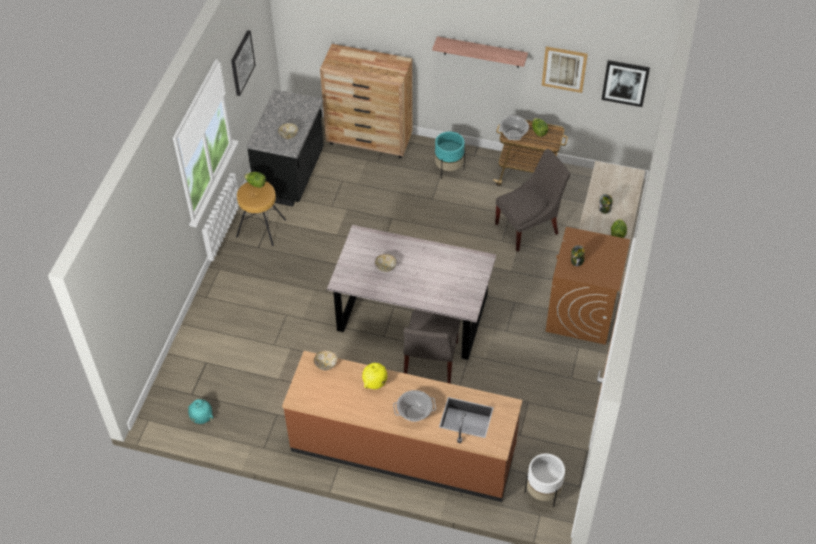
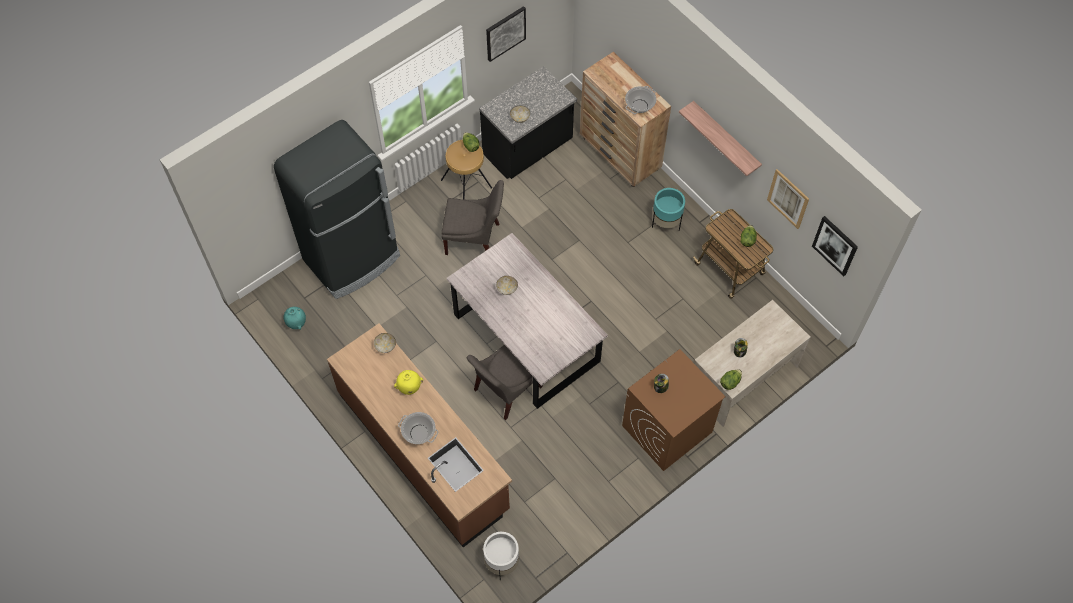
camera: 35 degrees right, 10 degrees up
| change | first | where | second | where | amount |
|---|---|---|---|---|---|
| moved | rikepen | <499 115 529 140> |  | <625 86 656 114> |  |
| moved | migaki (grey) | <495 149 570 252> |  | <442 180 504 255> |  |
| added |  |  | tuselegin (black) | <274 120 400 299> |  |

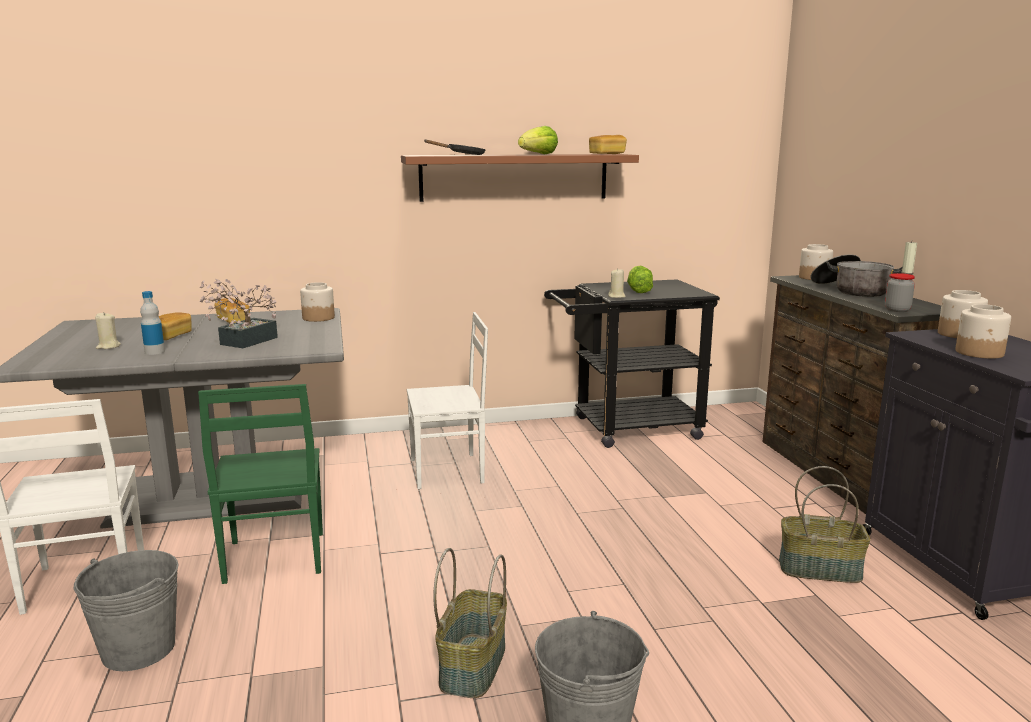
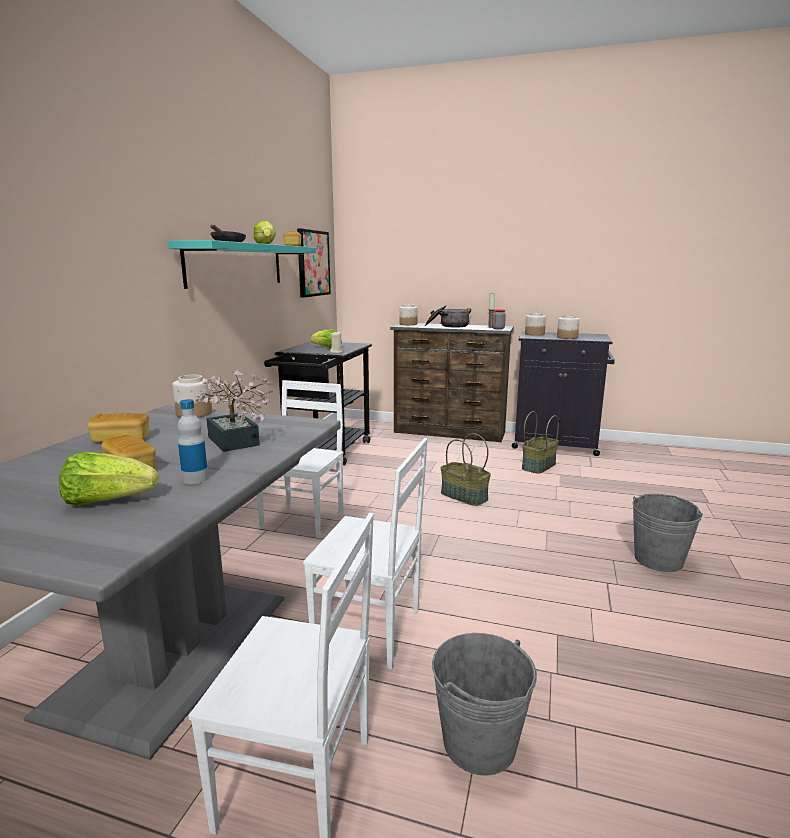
camera: 60 degrees left, 0 degrees up
| change | first | where | second | where | amount |
|---|---|---|---|---|---|
| recoloured | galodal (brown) | <401 154 639 202> | galodal (turquoise) | <168 240 316 289> |  |
| replaced | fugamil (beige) | <95 312 121 349> | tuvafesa | <59 452 158 505> |  |
| recoloured | migaki (green) | <198 384 323 584> | migaki (white) | <303 438 428 669> |  |
| moved | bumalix | <433 548 507 698> |  | <441 433 491 506> |  |
| added |  |  | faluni | <297 229 331 298> |  |

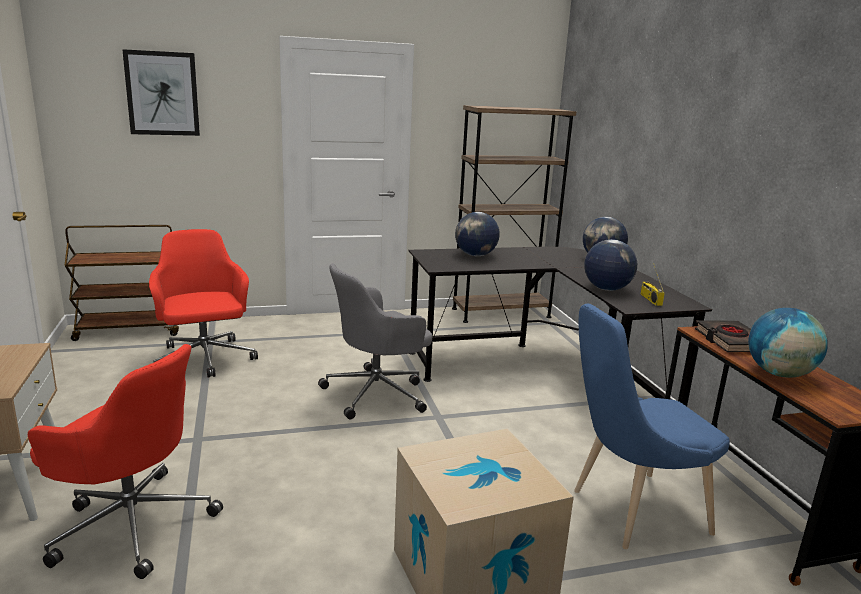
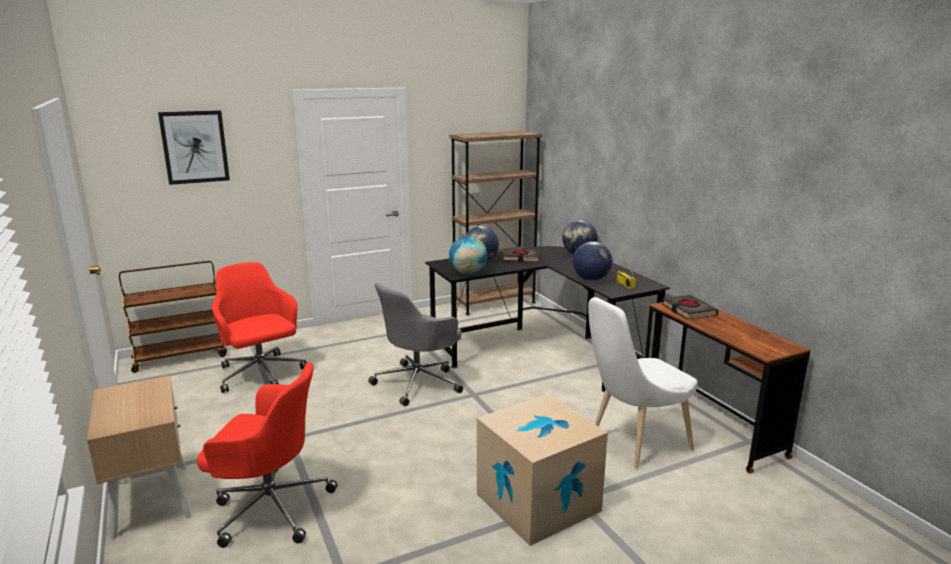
camera: 10 degrees left, 0 degrees up
| change | first | where | second | where | amount |
|---|---|---|---|---|---|
| recoloured | migaki (blue) | <574 304 730 549> | migaki (white) | <588 297 698 468> |  |
| moved | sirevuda | <748 308 828 378> |  | <449 236 487 274> |  |
| added |  |  | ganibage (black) | <503 248 539 262> |  |

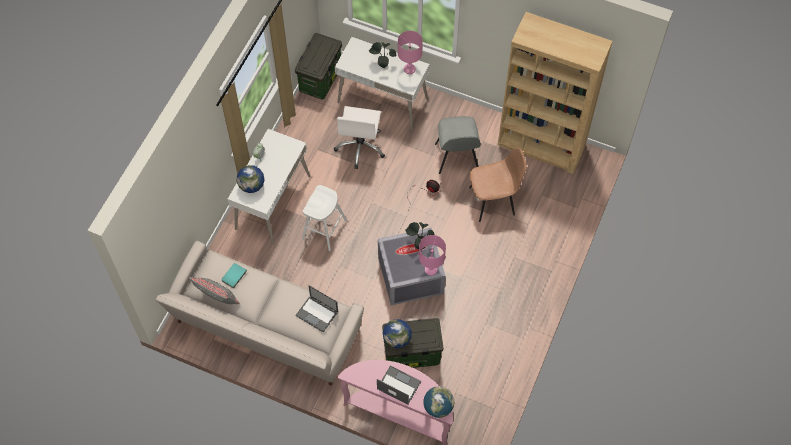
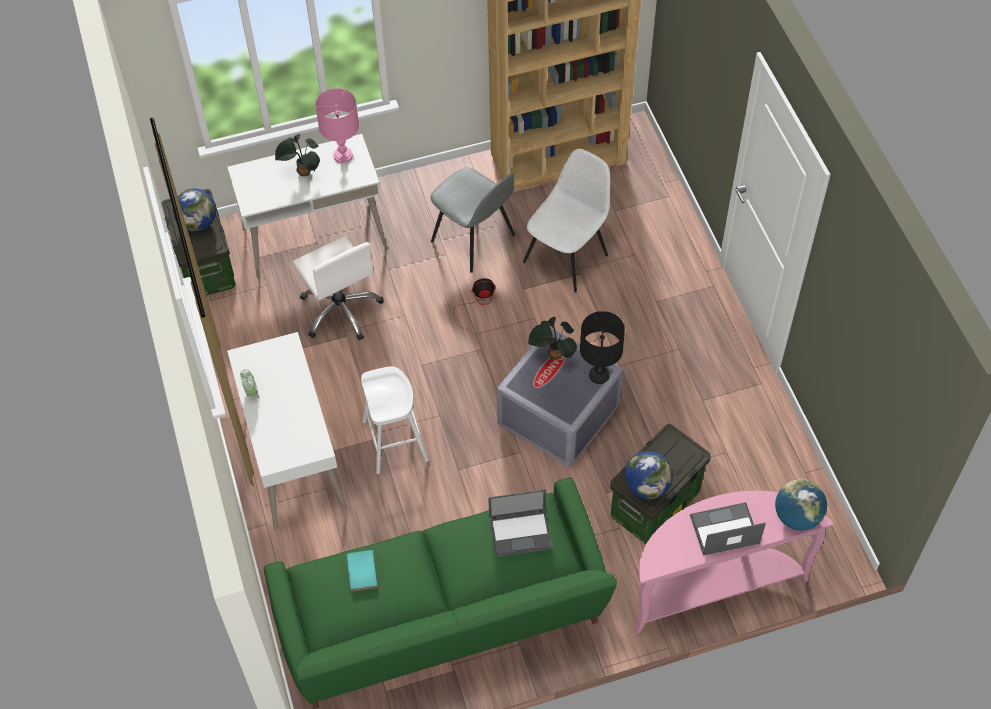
camera: 40 degrees left, 5 degrees down
| change | first | where | second | where | amount |
|---|---|---|---|---|---|
| recoloured | migaki (brown) | <469 147 526 222> | migaki (white) | <523 149 610 293> |  |
| moved | sirevuda | <237 165 264 193> |  | <173 188 216 231> |  |
| recoloured | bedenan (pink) | <419 235 446 276> | bedenan (black) | <580 311 625 384> |  |
| recoloured | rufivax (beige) | <156 241 364 386> | rufivax (green) | <264 477 617 709> |  |
| removed | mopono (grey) | <189 277 240 304> |  |  |  |

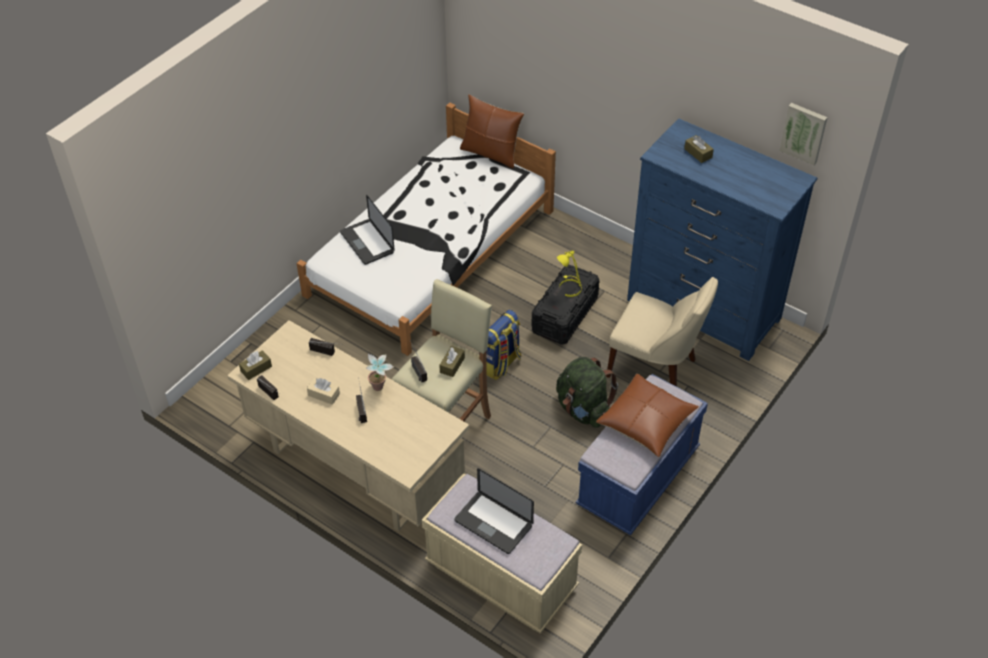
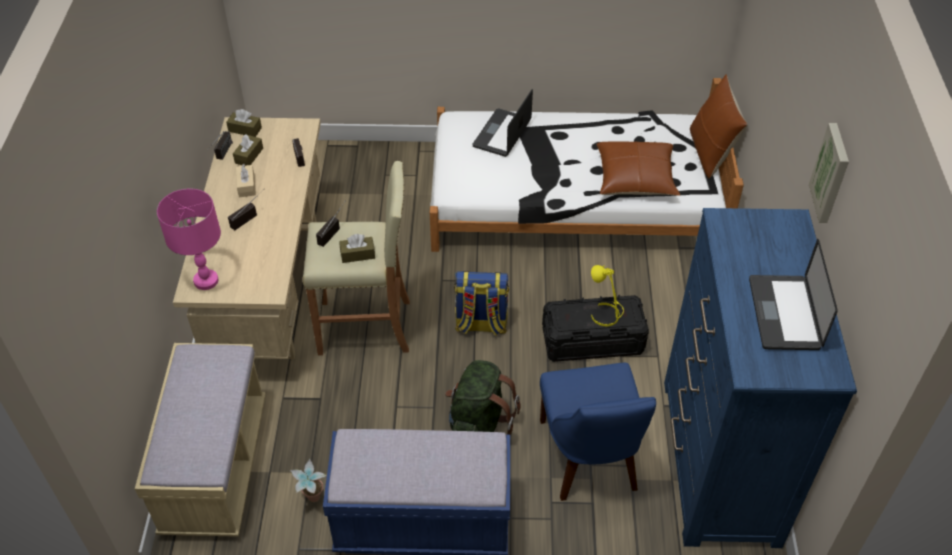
camera: 55 degrees right, 0 degrees up
| change | first | where | second | where | amount |
|---|---|---|---|---|---|
| moved | faluni | <779 103 828 165> |  | <809 123 849 223> |  |
| moved | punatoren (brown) | <684 135 714 163> |  | <233 134 263 166> |  |
| recoloured | migaki (beige) | <606 277 718 387> | migaki (blue) | <540 363 656 501> |  |
| moved | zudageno | <366 354 395 391> |  | <290 459 326 502> |  |
| moved | mopono (brown) | <596 374 699 457> |  | <597 141 680 196> |  |
| moved | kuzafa | <454 468 534 554> |  | <749 239 838 350> |  |
| added |  |  | bedenan (pink) | <157 189 221 290> |  |

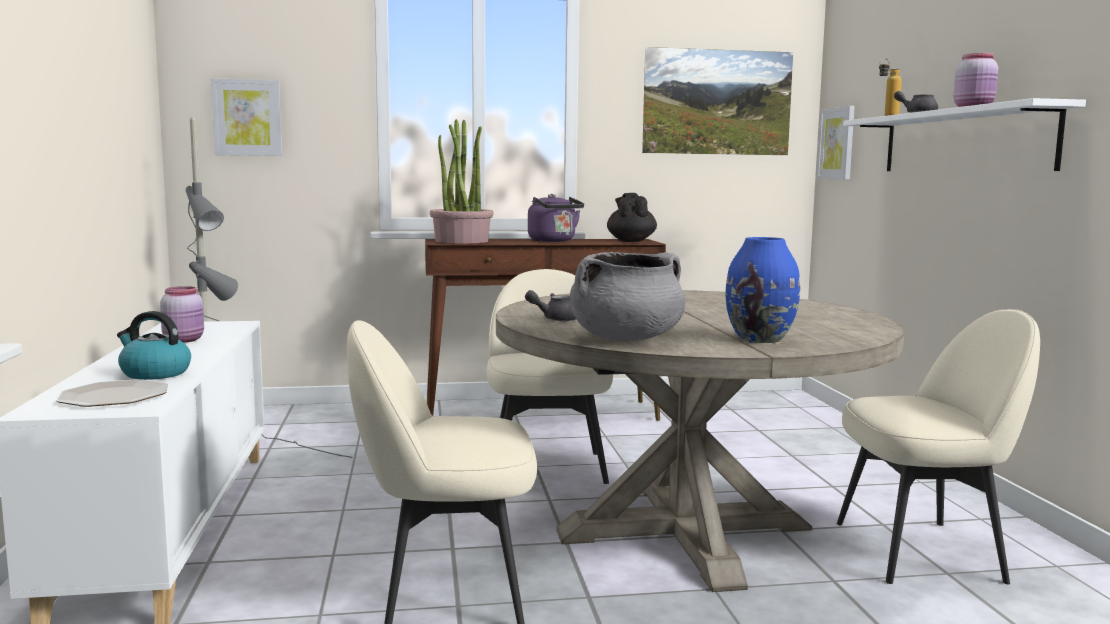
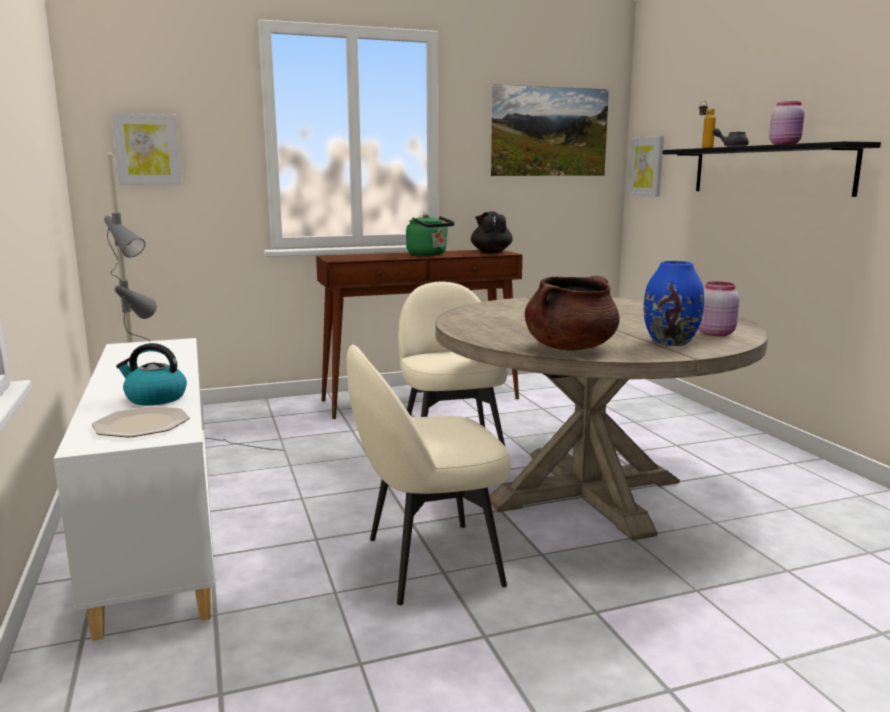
camera: 10 degrees left, 5 degrees up
| change | first | where | second | where | amount |
|---|---|---|---|---|---|
| recoloured | galodal (white) | <843 98 1086 171> | galodal (black) | <663 141 881 197> |  |
| removed | zudageno | <430 119 494 243> |  |  |  |
| recoloured | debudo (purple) | <528 194 584 242> | debudo (green) | <406 214 455 256> |  |
| recoloured | rikepen (grey) | <570 252 685 341> | rikepen (brown) | <525 276 620 351> |  |
| moved | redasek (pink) | <160 286 204 343> |  | <699 282 739 336> |  |
| removed | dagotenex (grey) | <525 290 576 321> |  |  |  |
| removed | migaki (beige) | <837 309 1040 584> |  |  |  |

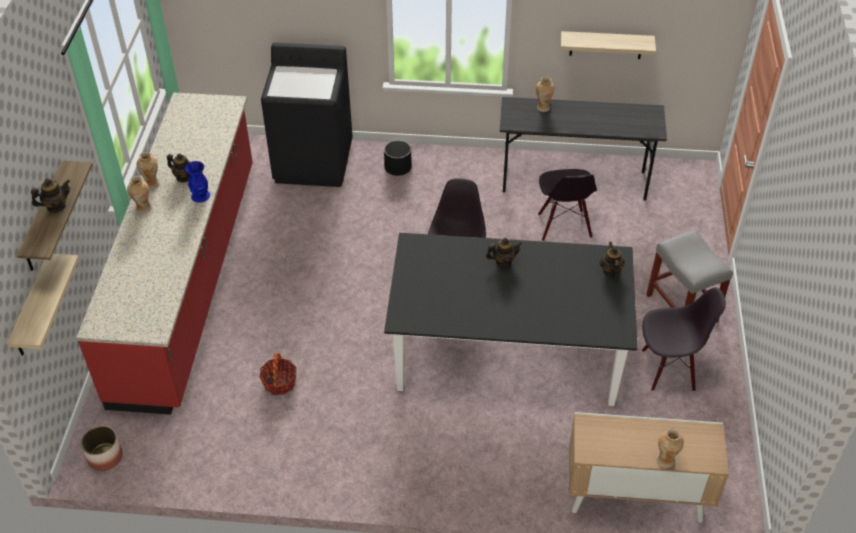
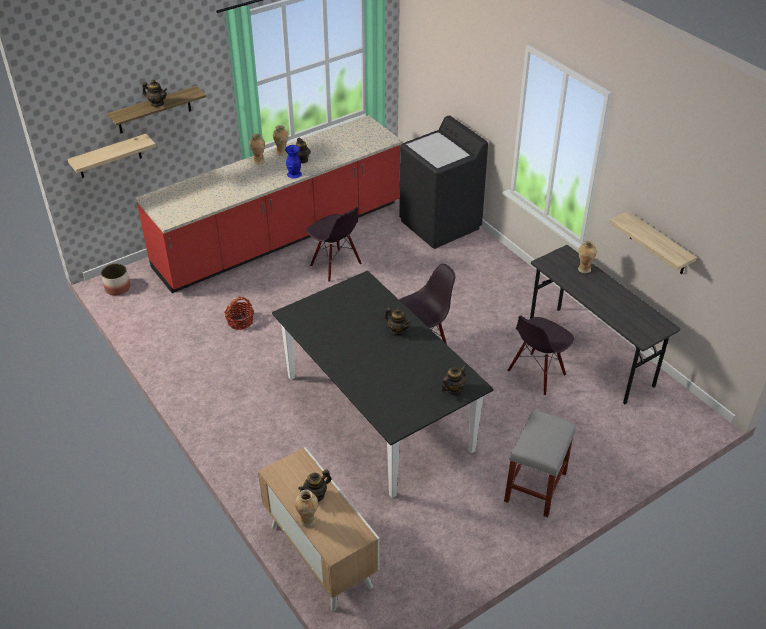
camera: 50 degrees right, 5 degrees down
| change | first | where | second | where | amount |
|---|---|---|---|---|---|
| removed | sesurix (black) | <384 140 412 176> |  |  |  |
| moved | migaki (black) | <642 287 726 392> |  | <306 207 362 282> |  |
| added |  |  | dagotenex | <298 469 332 502> |  |

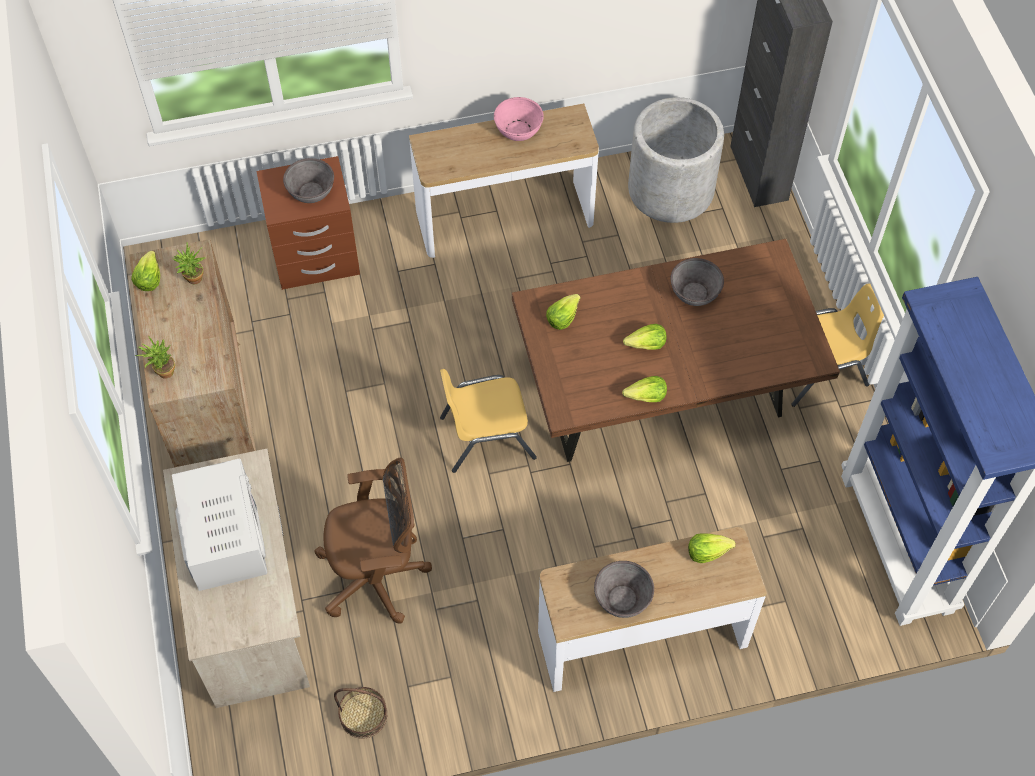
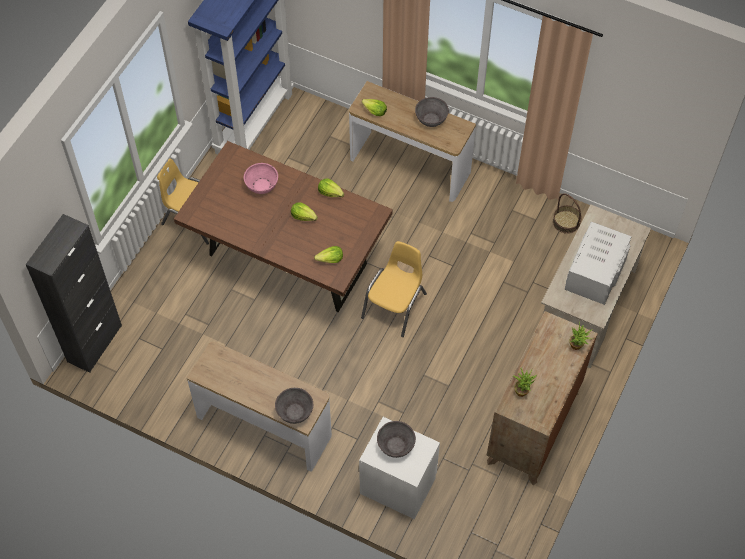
camera: 140 degrees left, 0 degrees up
| change | first | where | second | where | amount |
|---|---|---|---|---|---|
| moved | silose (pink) | <494 97 544 141> |  | <244 163 278 194> |  |
| removed | sesurix (grey) | <628 97 724 223> |  |  |  |
| recoloured | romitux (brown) | <256 156 360 290> | romitux (white) | <359 417 440 519> |  |
| removed | tuvafesa | <131 251 160 291> |  |  |  |
| moved | silose (grey) | <671 258 724 306> |  | <275 388 313 424> |  |
| turned | migaki (yellow) | <440 369 537 473> |  | <361 241 427 337> | 90 degrees counterclockwise |
| removed | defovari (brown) | <315 458 432 623> |  |  |  |

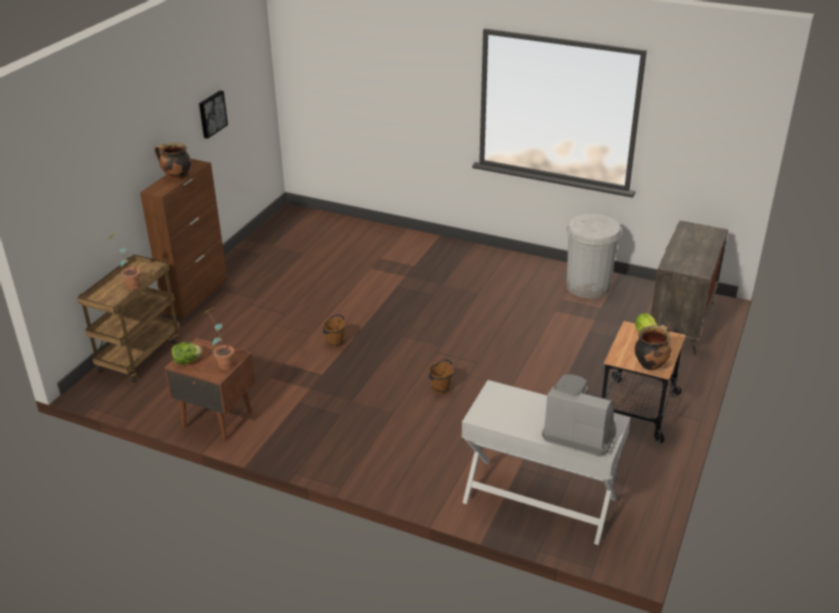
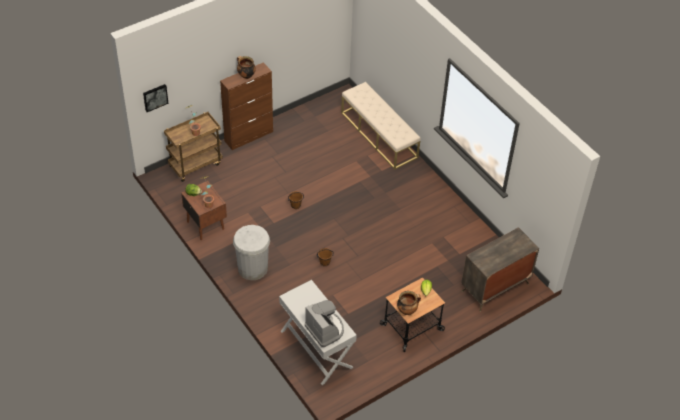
camera: 30 degrees right, 15 degrees up
| change | first | where | second | where | amount |
|---|---|---|---|---|---|
| moved | faluni | <199 91 228 139> |  | <143 84 168 112> |  |
| moved | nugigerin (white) | <566 214 622 298> |  | <233 225 270 280> |  |
| added |  |  | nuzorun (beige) | <341 82 421 170> |  |

